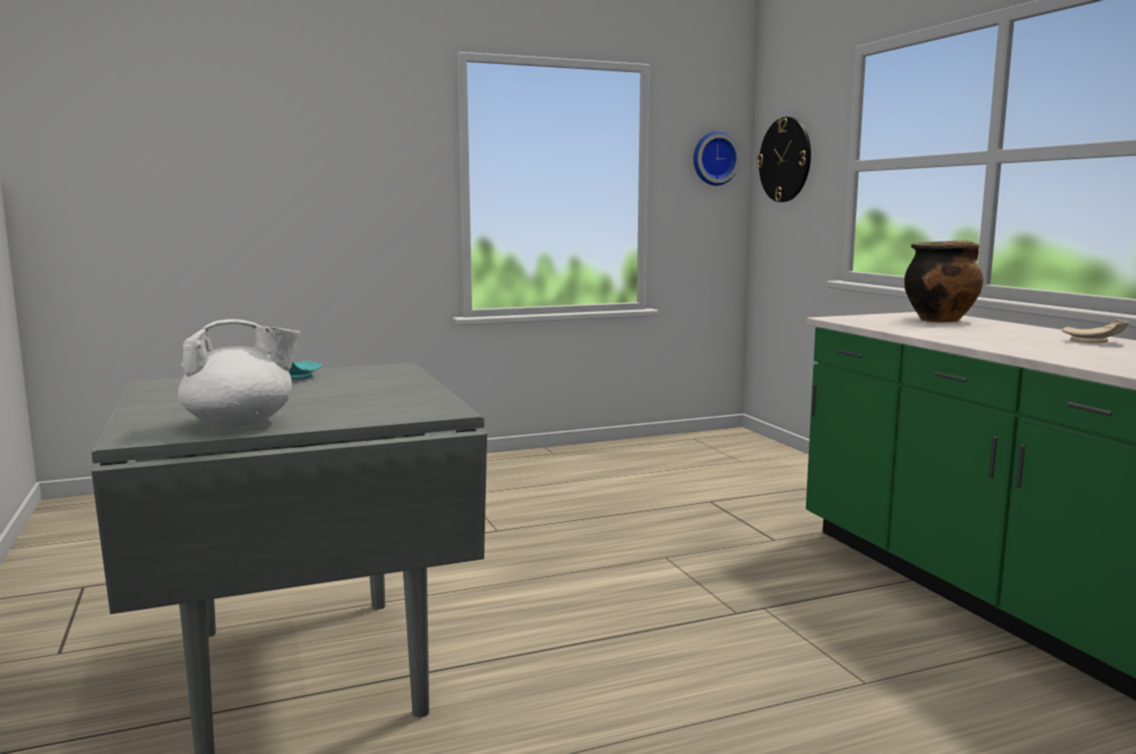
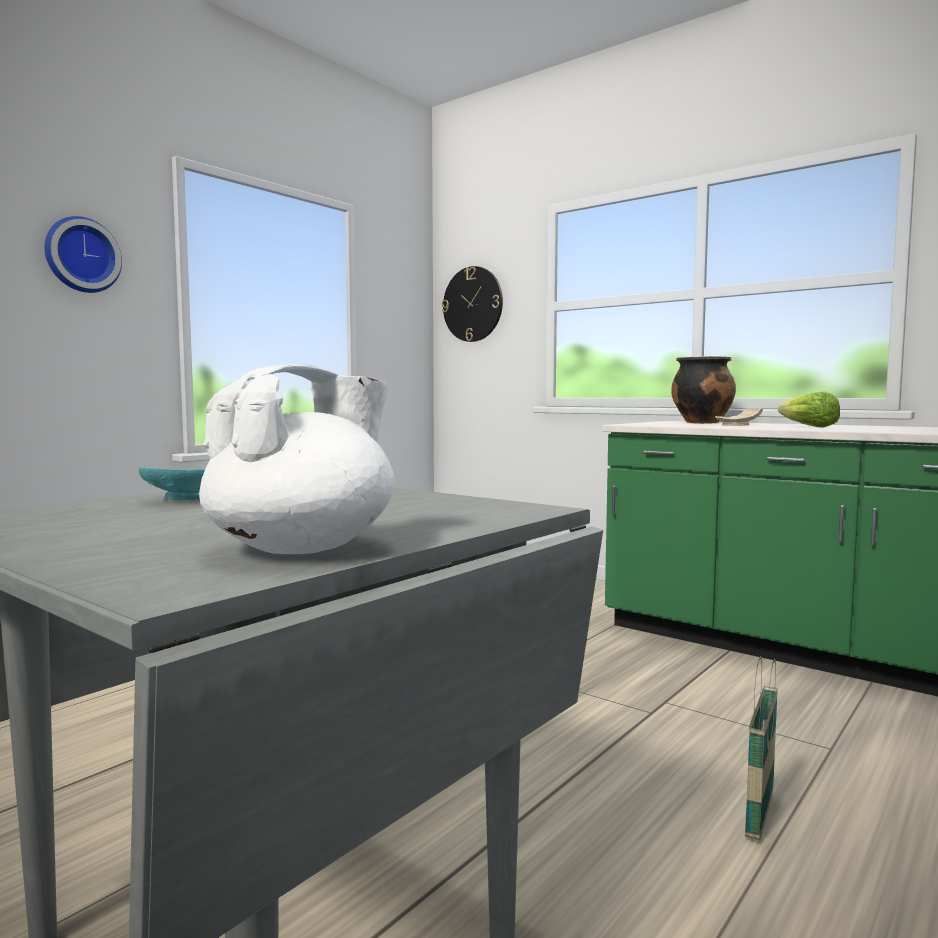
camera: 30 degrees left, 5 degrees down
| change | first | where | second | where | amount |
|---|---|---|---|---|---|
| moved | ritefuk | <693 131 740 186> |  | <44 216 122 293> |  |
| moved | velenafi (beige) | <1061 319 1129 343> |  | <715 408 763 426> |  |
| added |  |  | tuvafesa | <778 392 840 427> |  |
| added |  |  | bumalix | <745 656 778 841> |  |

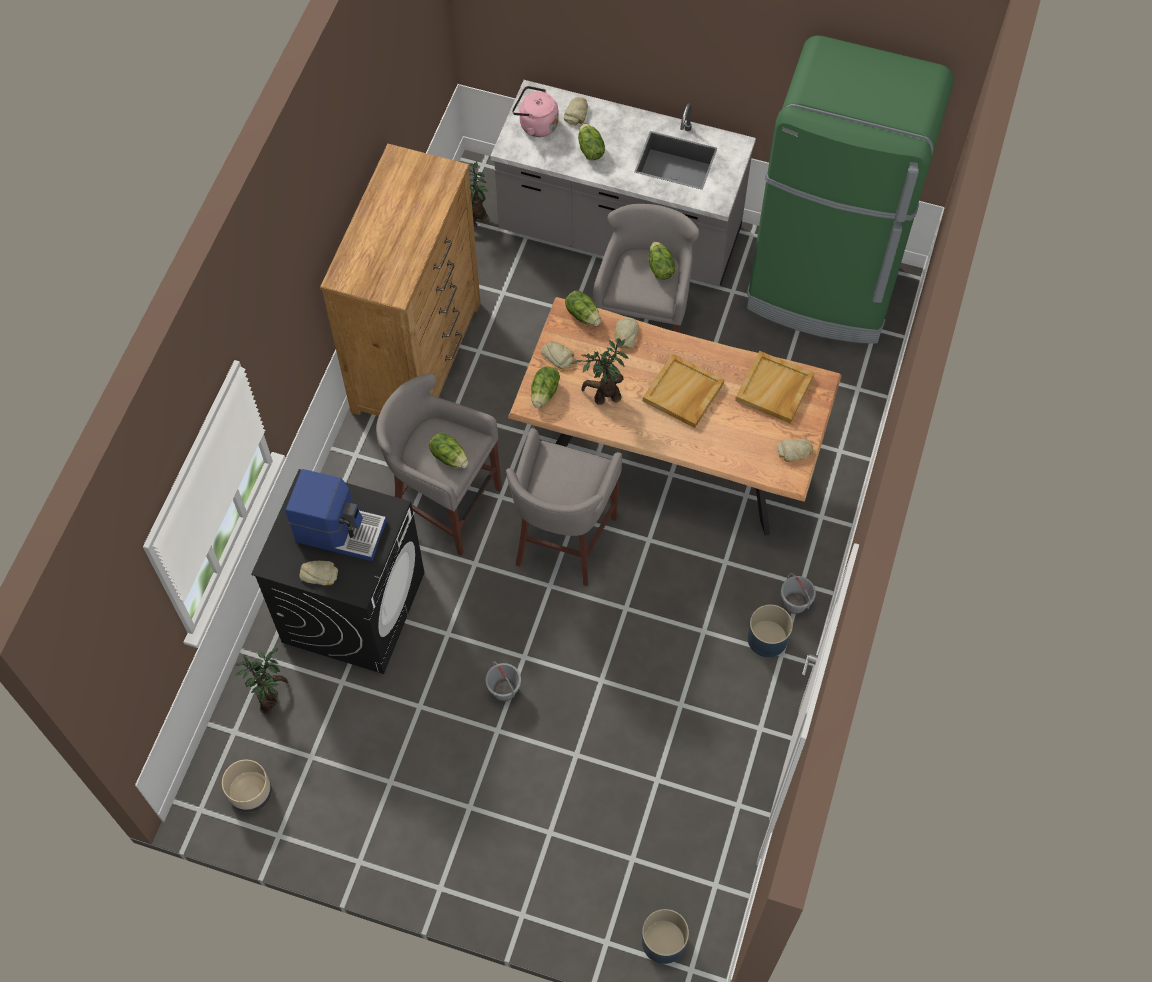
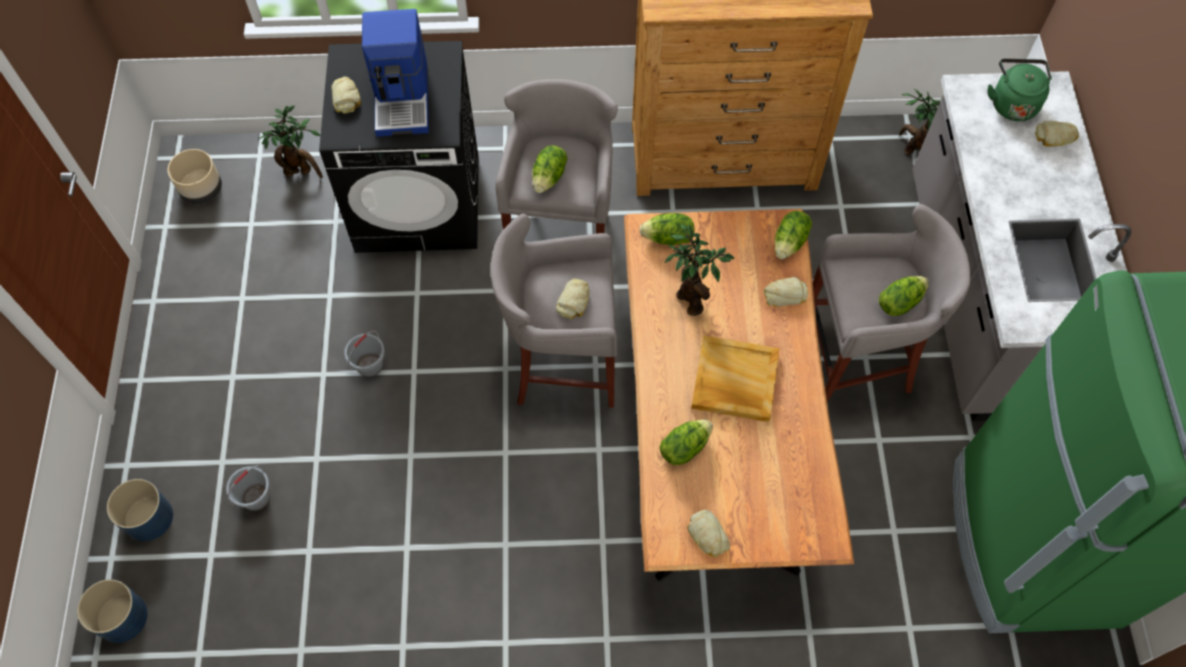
camera: 70 degrees right, 0 degrees up
| change | first | where | second | where | amount |
|---|---|---|---|---|---|
| recoloured | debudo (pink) | <512 86 559 137> | debudo (green) | <987 59 1052 121> |  |
| moved | tuvafesa | <578 123 605 160> |  | <659 419 713 465> |  |
| moved | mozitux | <541 341 574 370> |  | <556 278 590 319> |  |
| removed | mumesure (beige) | <735 351 814 424> |  |  |  |
| moved | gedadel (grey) | <781 573 816 614> |  | <226 465 270 511> |  |
| moved | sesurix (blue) | <748 604 793 657> |  | <107 479 173 541> |  |

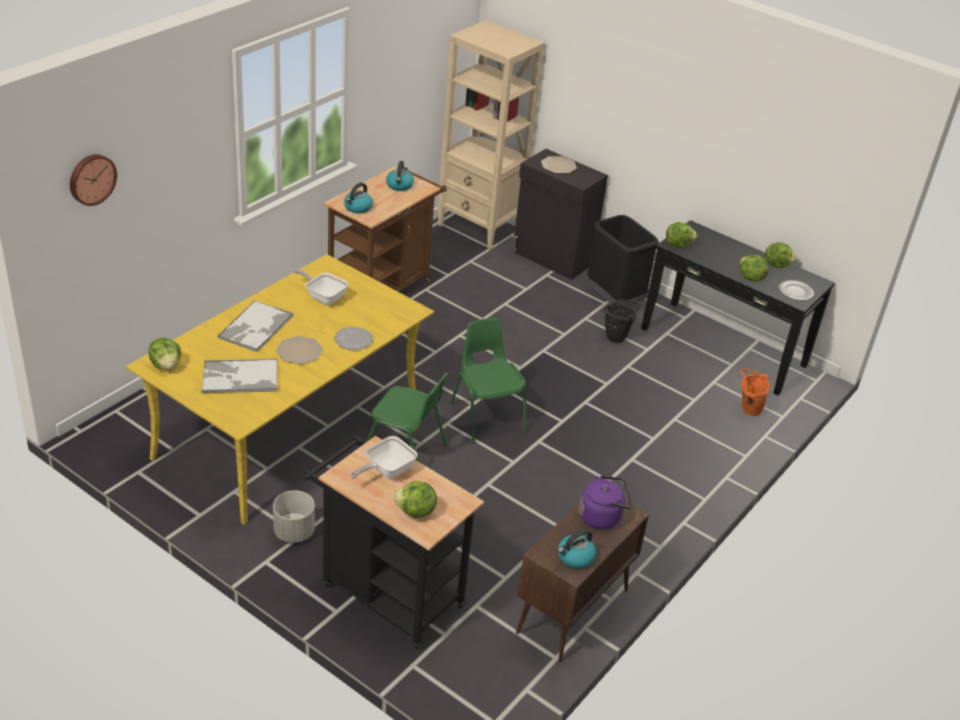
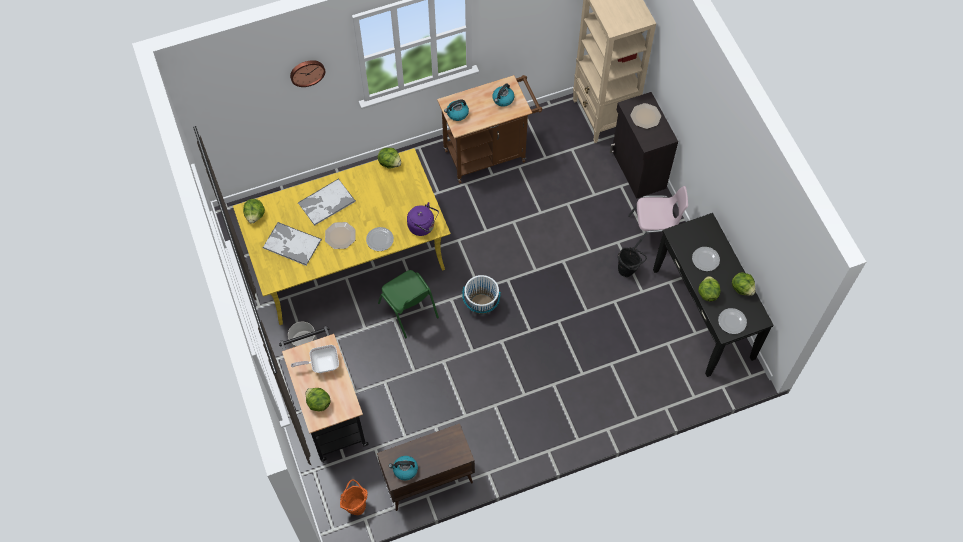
camera: 35 degrees right, 25 degrees up
| change | first | where | second | where | amount |
|---|---|---|---|---|---|
| moved | ritefuk | <70 154 117 206> |  | <290 60 325 87> |  |
| replaced | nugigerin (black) | <586 215 659 306> | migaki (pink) | <628 186 688 249> |  |
| moved | tuvafesa | <666 222 697 247> |  | <378 148 401 169> |  |
| removed | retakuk | <293 269 349 305> |  |  |  |
| replaced | migaki (green) | <450 318 527 444> | gedadel (white) | <462 275 501 314> |  |
| moved | gedadel (orange) | <740 368 770 416> |  | <340 480 367 515> |  |
| moved | debudo (purple) | <579 475 632 529> |  | <407 202 439 236> |  |
| added |  |  | velenafi | <692 247 720 271> |  |

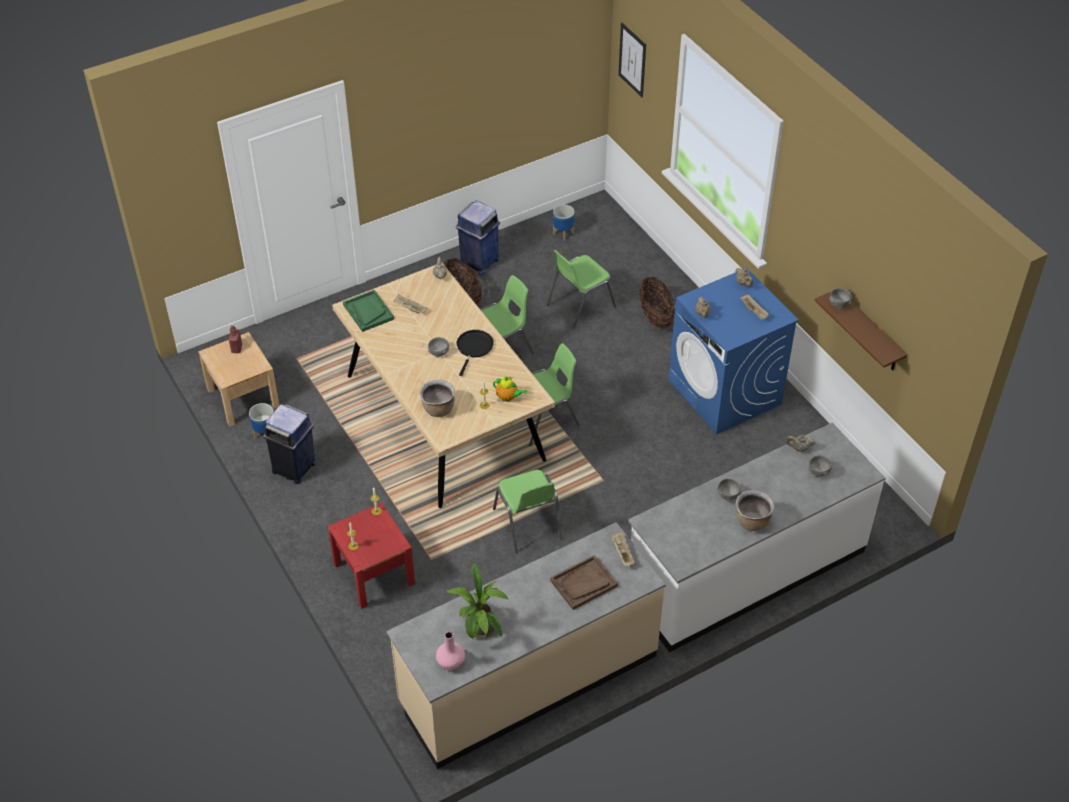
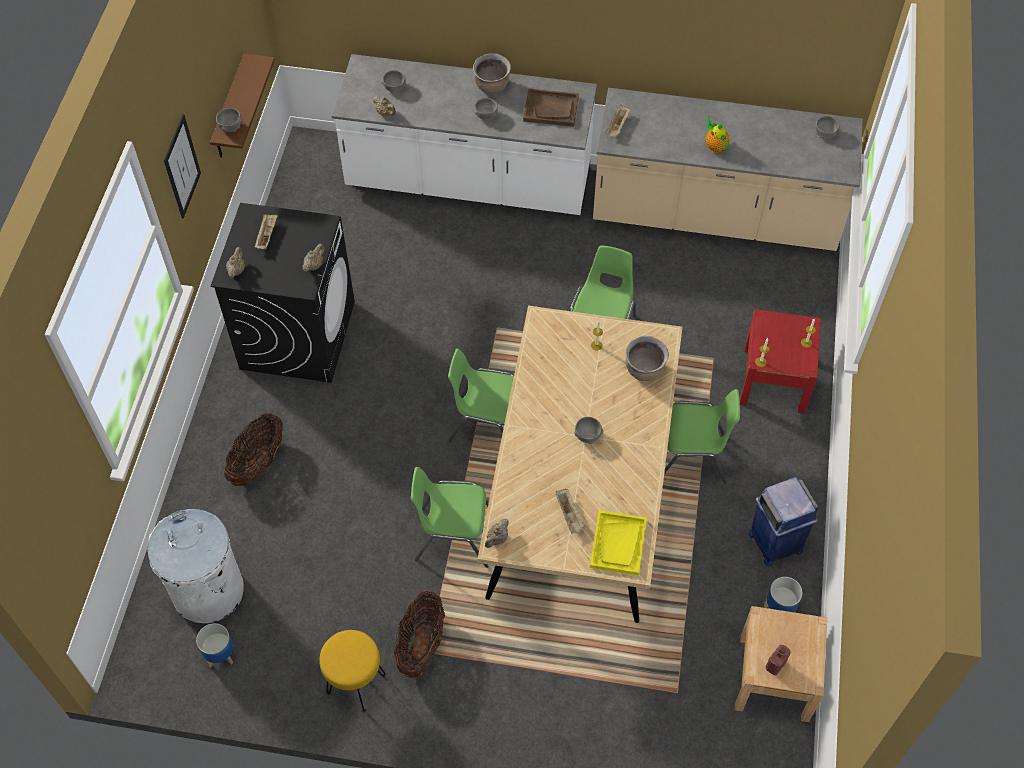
camera: 140 degrees left, 10 degrees up
| change | first | where | second | where | amount |
|---|---|---|---|---|---|
| moved | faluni | <618 23 646 97> |  | <164 114 201 218> |  |
| replaced | nugigerin (blue) | <456 201 500 275> | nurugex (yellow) | <319 630 386 712> |  |
| moved | migaki (green) | <547 250 616 329> |  | <664 389 740 484> |  |
| recoloured | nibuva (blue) | <669 268 799 435> | nibuva (black) | <211 203 355 383> |  |
| recoloured | mumesure (green) | <343 290 394 332> | mumesure (yellow) | <590 510 647 575> |  |
| removed | retakuk (black) | <456 330 494 376> |  |  |  |
| moved | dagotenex | <493 376 527 402> |  | <705 118 729 153> |  |
| moved | mumesure (brown) | <550 555 618 610> |  | <523 89 579 127> |  |
| removed | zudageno | <445 563 509 639> |  |  |  |
| replaced | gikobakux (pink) | <436 631 465 669> | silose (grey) | <815 116 839 139> |  |
| added |  |  | nugigerin (white) | <148 509 244 623> |  |

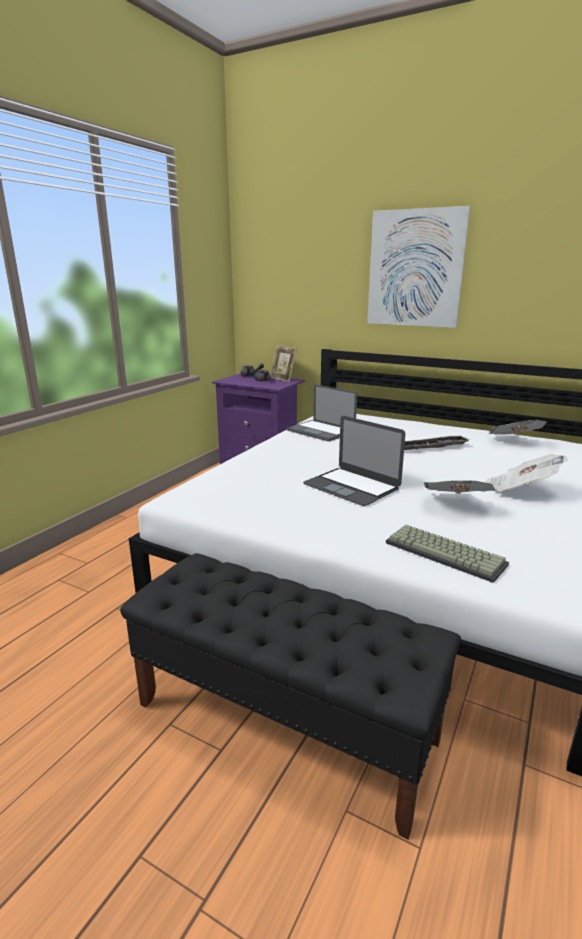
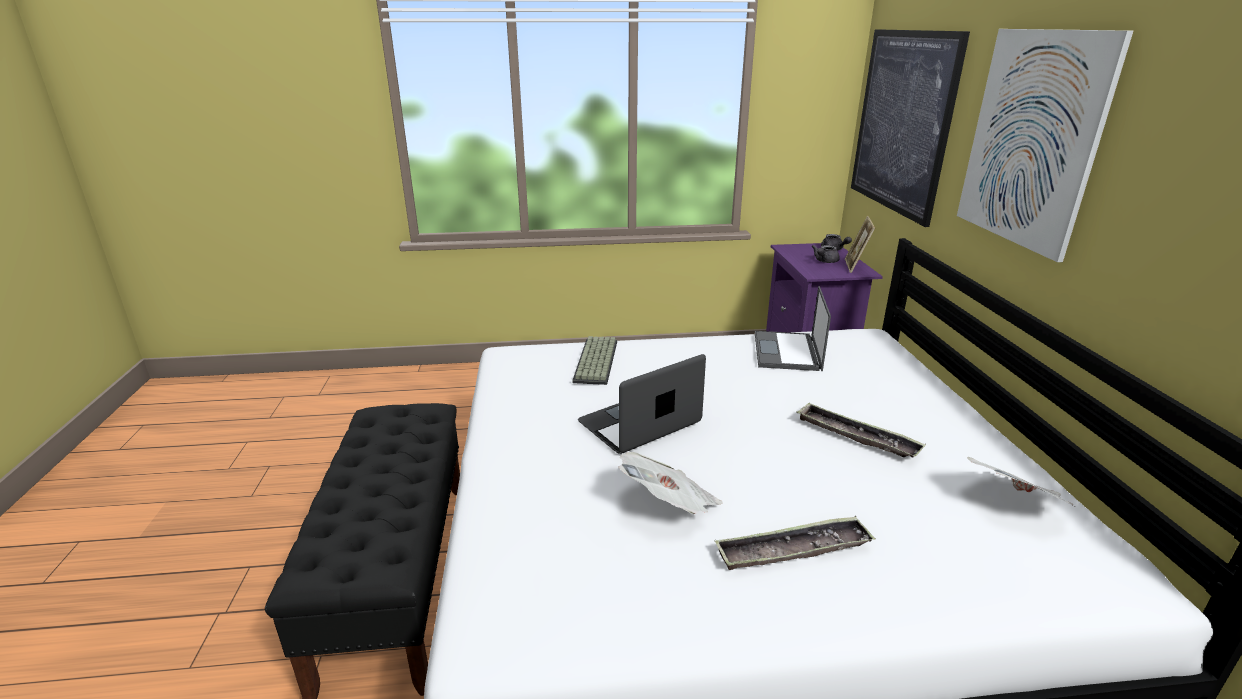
camera: 55 degrees right, 5 degrees up
| change | first | where | second | where | amount |
|---|---|---|---|---|---|
| turned | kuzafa | <303 416 405 506> |  | <578 354 706 454> | 45 degrees clockwise |
| replaced | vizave | <486 454 568 492> | mumesure | <715 516 876 570> |  |
| moved | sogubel | <386 525 509 583> |  | <572 336 617 385> |  |
| added |  |  | faluni | <851 29 970 227> |  |

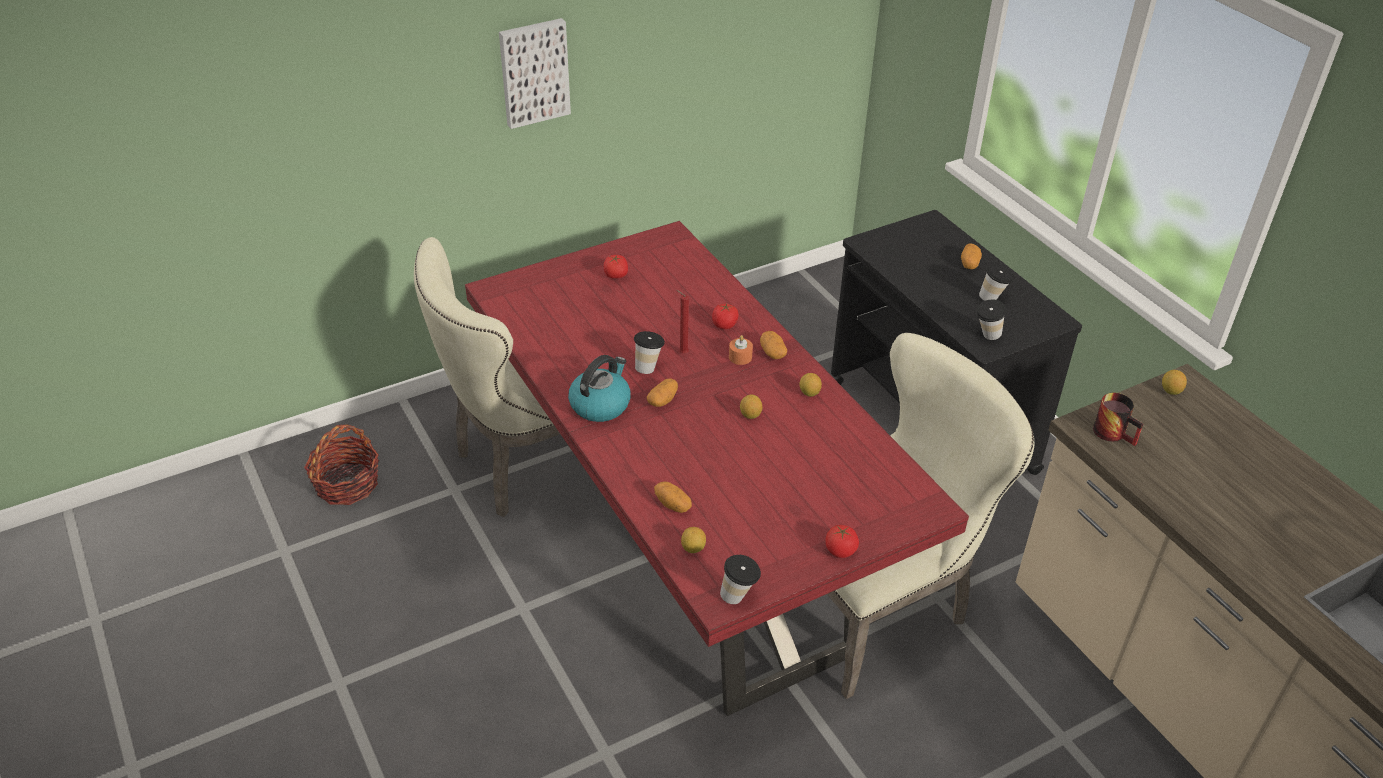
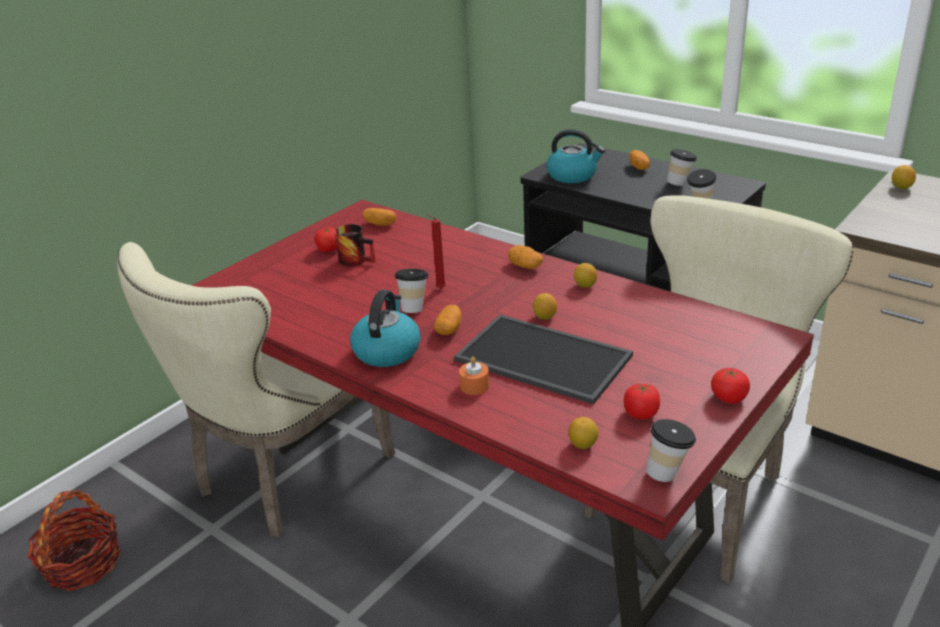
camera: 20 degrees left, 10 degrees down
| change | first | where | second | where | amount |
|---|---|---|---|---|---|
| removed | faluni | <499 18 571 129> |  |  |  |
| moved | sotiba | <712 303 739 329> |  | <624 383 660 419> |  |
| moved | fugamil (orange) | <729 335 753 365> |  | <459 357 489 395> |  |
| moved | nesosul | <1093 393 1143 446> |  | <335 224 376 266> |  |
| moved | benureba | <654 481 692 513> |  | <362 208 397 226> |  |
| added |  |  | debudo | <547 129 605 183> |  |
| added |  |  | mumesure | <454 315 633 405> |  |

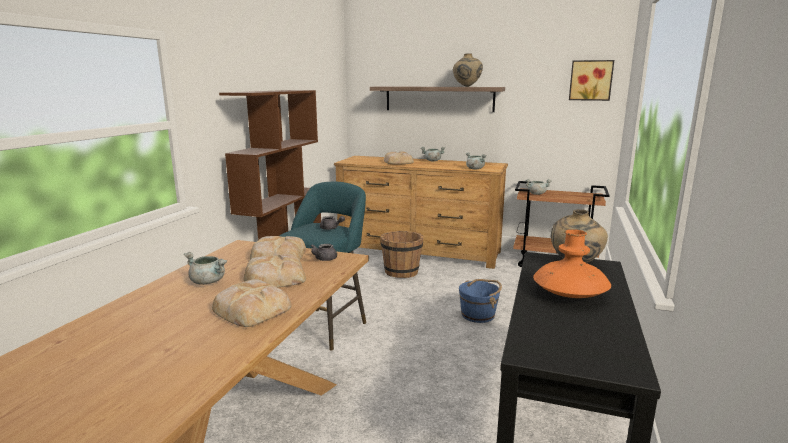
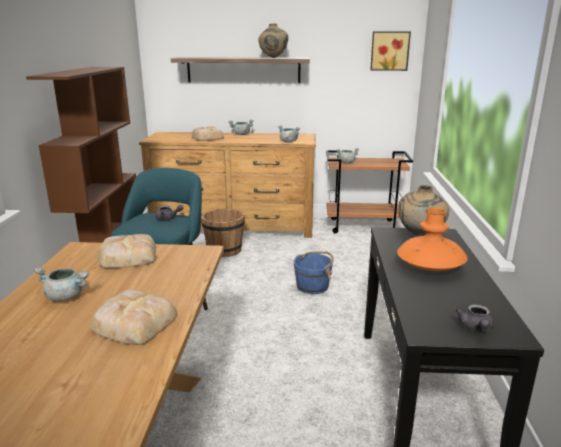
camera: 15 degrees left, 5 degrees up
| change | first | where | second | where | amount |
|---|---|---|---|---|---|
| moved | dagotenex (grey) | <311 244 337 261> |  | <456 304 494 332> |  |
| removed | mozitux | <243 254 306 287> |  |  |  |

